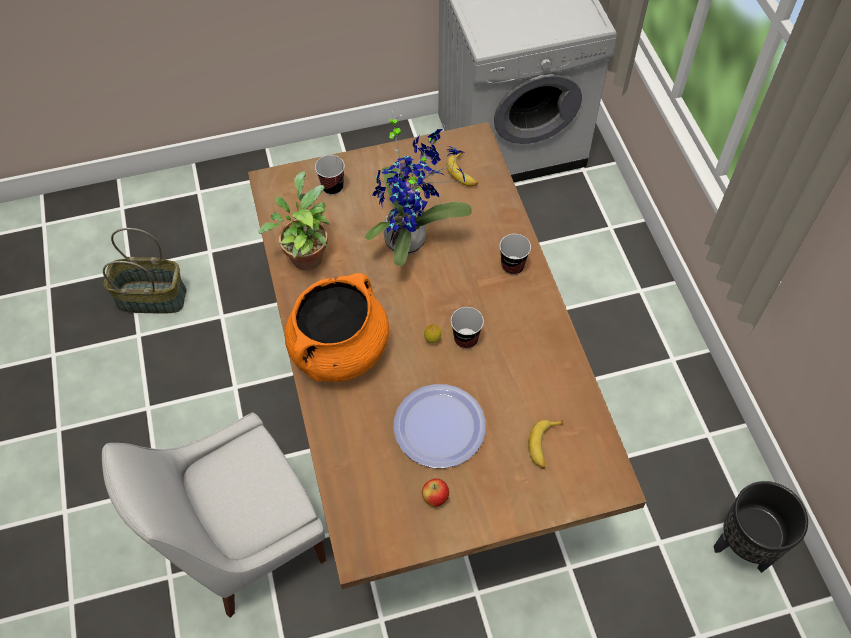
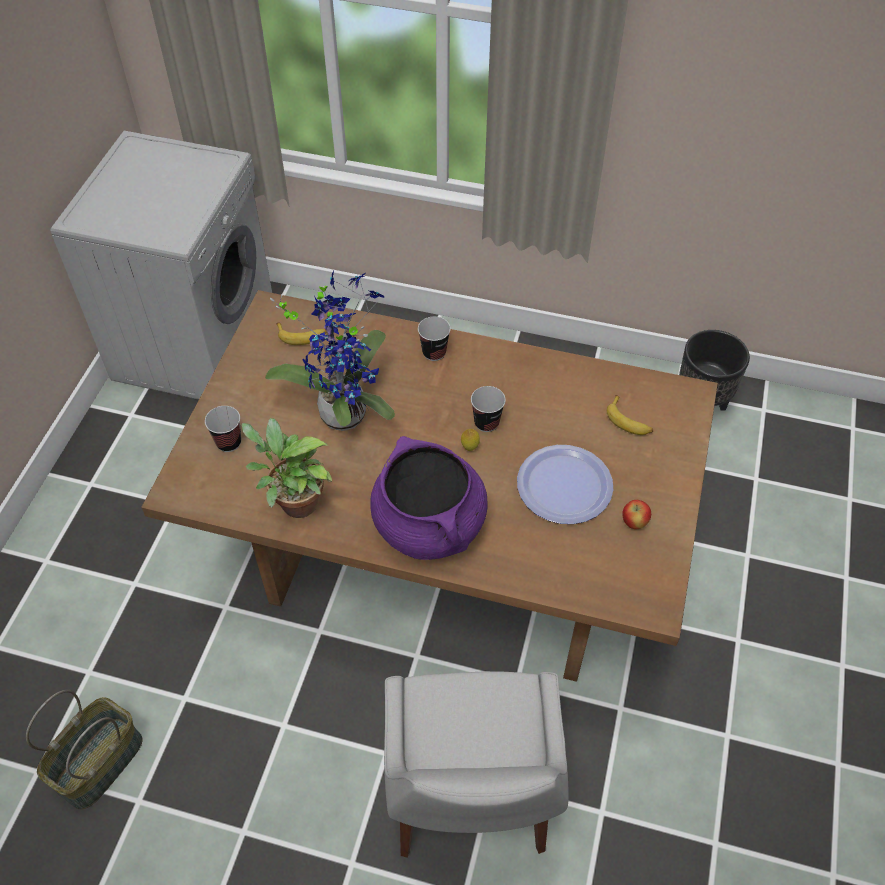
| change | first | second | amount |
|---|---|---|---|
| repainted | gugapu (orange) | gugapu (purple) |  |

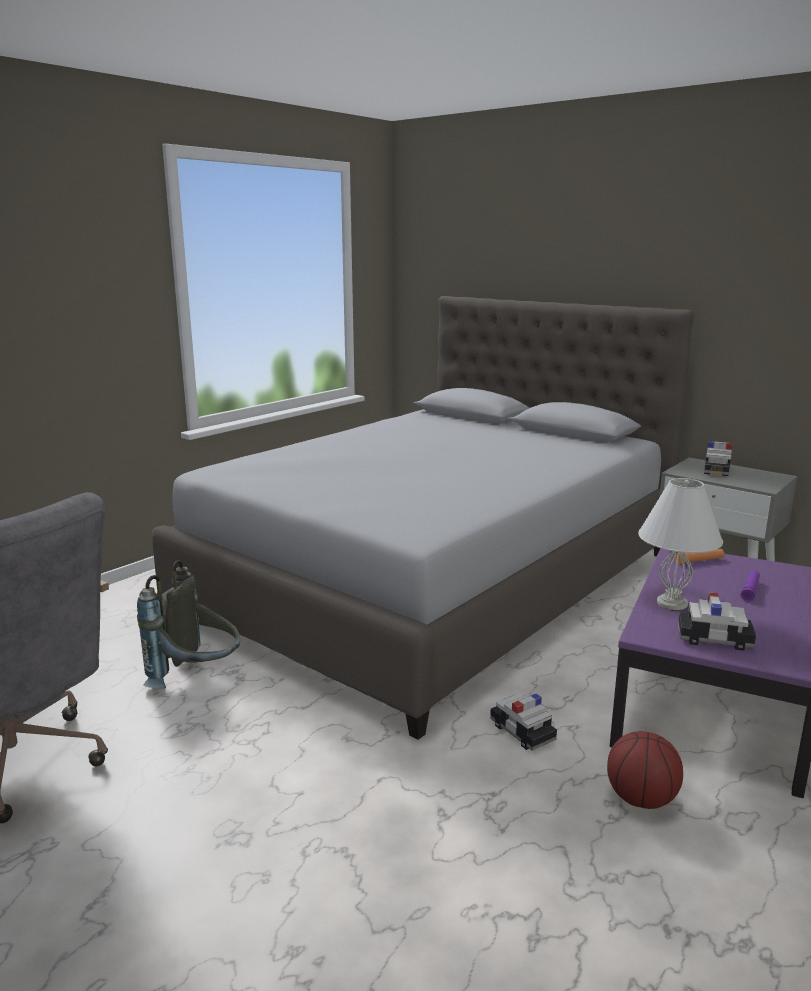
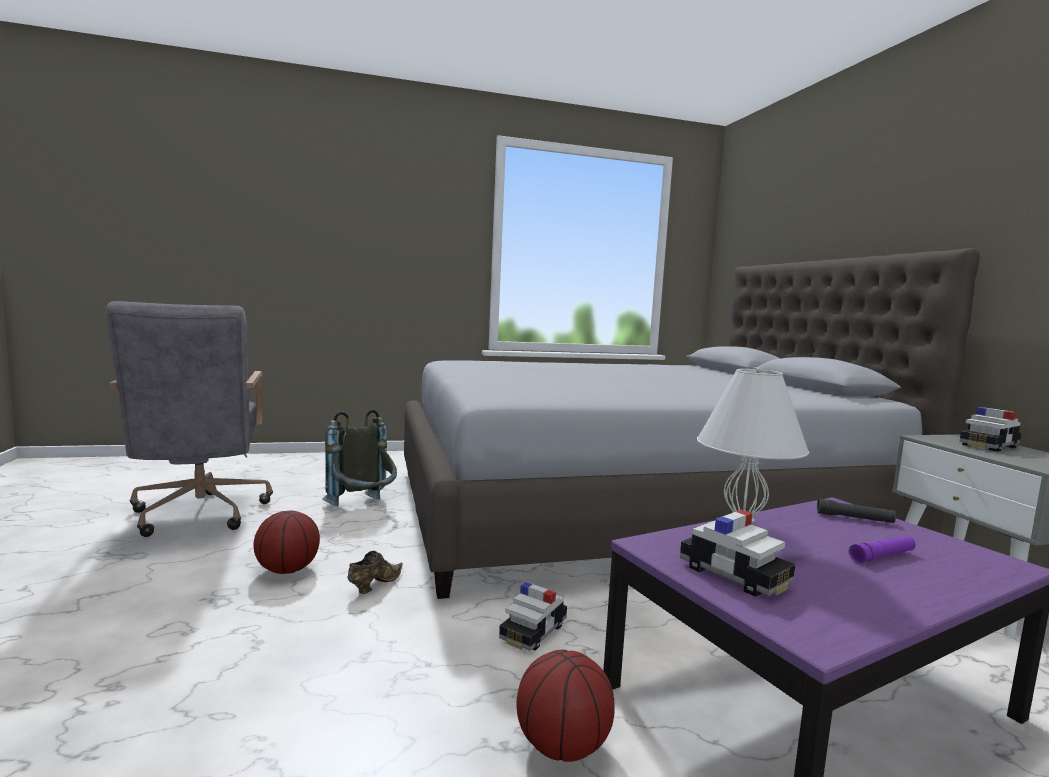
| change | first | second | amount |
|---|---|---|---|
| repainted | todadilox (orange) | todadilox (black) |  |
| rotated | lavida (no. 1 from left) |  | 150 degrees counterclockwise |
| new |  | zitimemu (no. 1 from left) |  |
| new |  | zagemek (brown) |  |

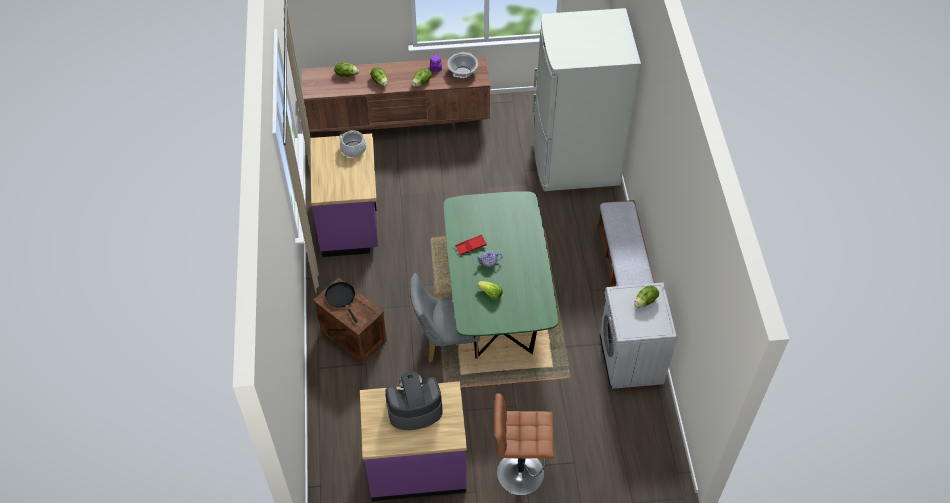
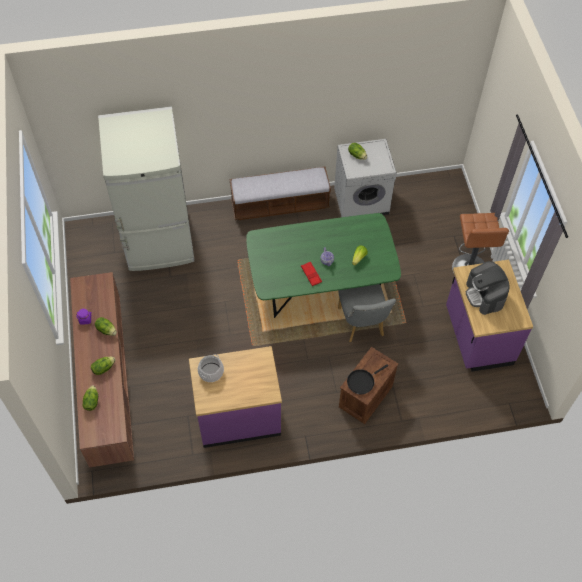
| change | first | second | amount |
|---|---|---|---|
| gone | gugapu (no. 2 from left) |  |  |

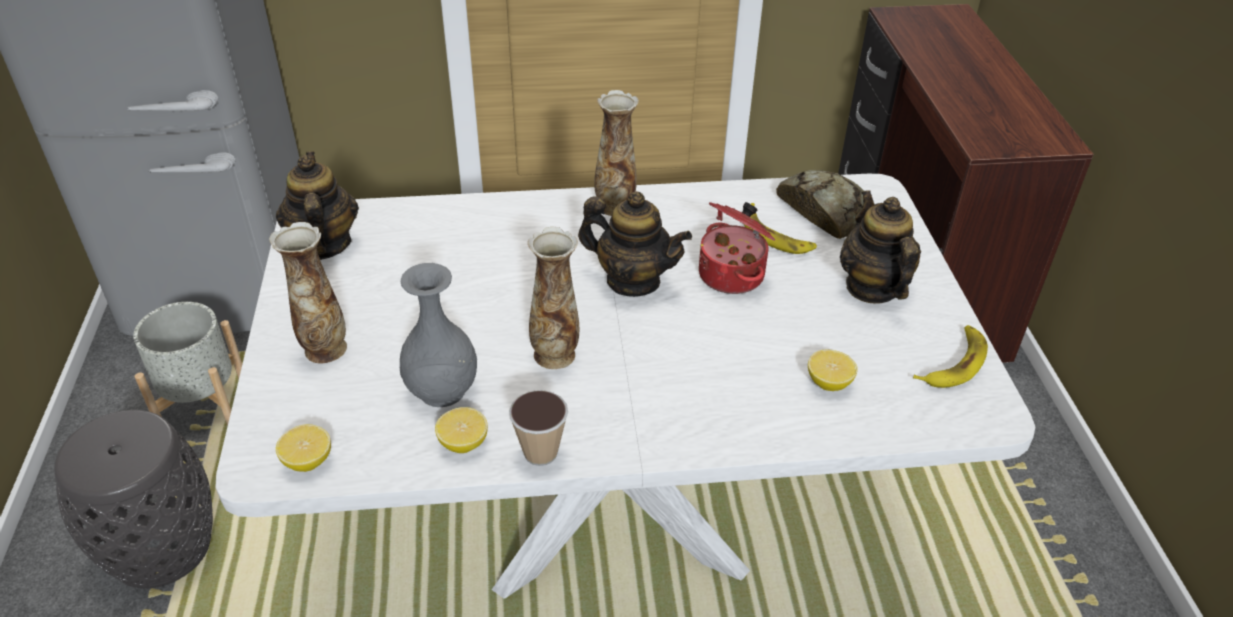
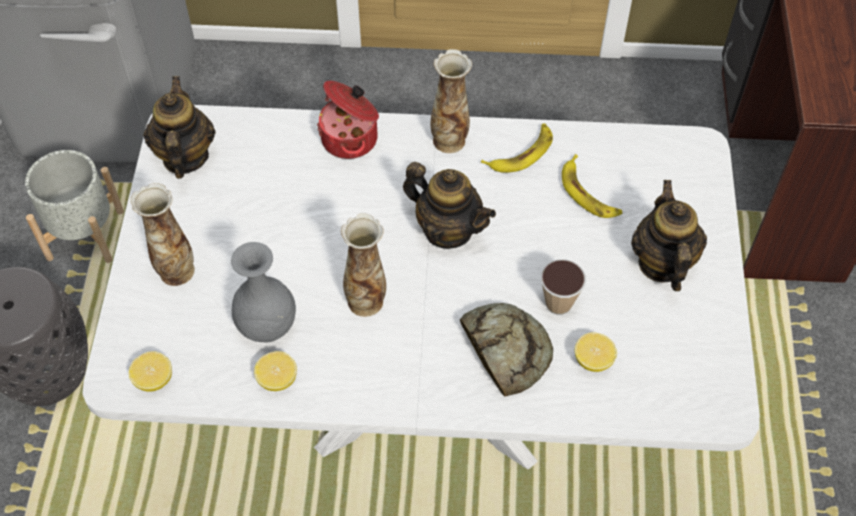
| change | first | second | amount |
|---|---|---|---|
| shifted | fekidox |  |  |
| shifted | gugapu |  |  |
| shifted | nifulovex (no. 2 from left in the first image) | nifulovex (no. 1 from left) |  |
| shifted | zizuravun |  |  |

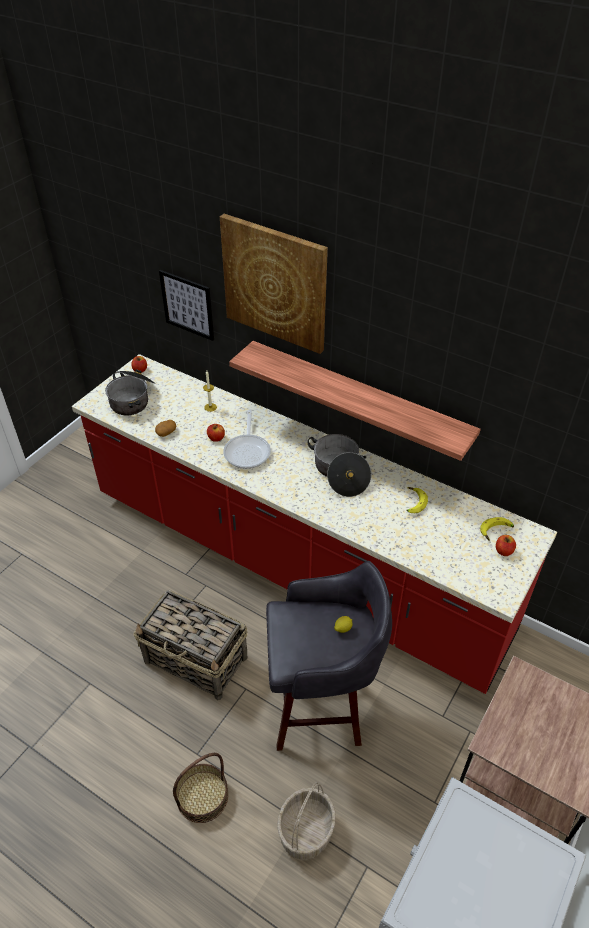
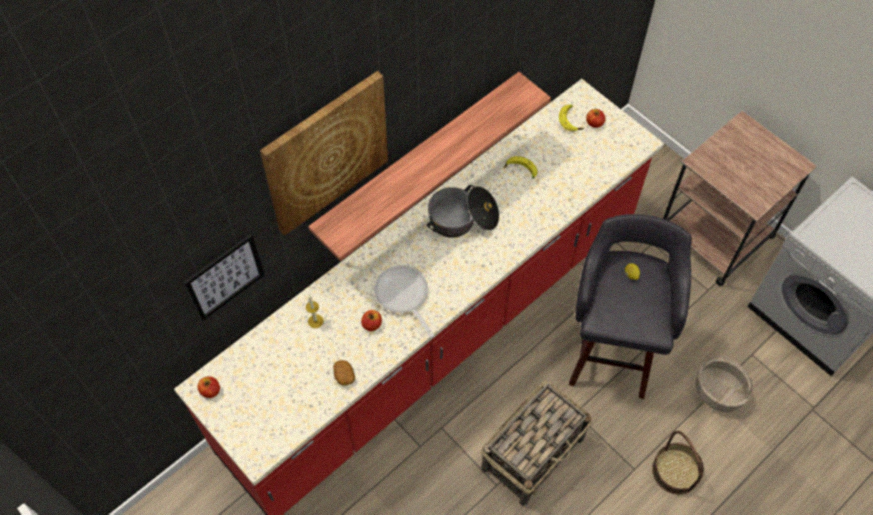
| change | first | second | amount |
|---|---|---|---|
| gone | gugapu (no. 1 from left) |  |  |
| rotated | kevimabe |  | 135 degrees counterclockwise |

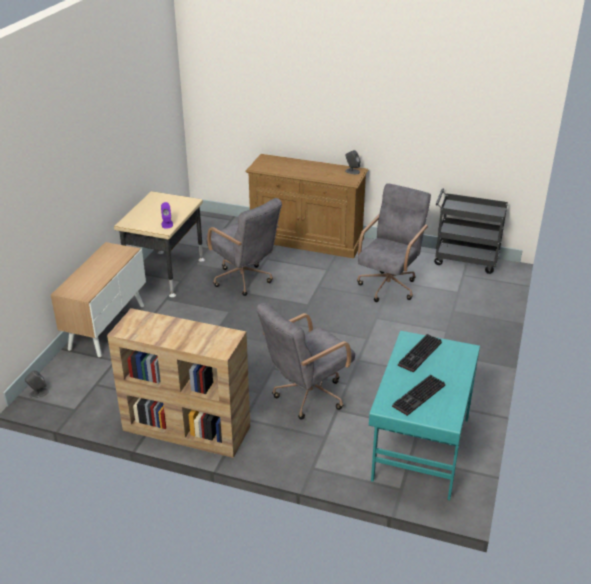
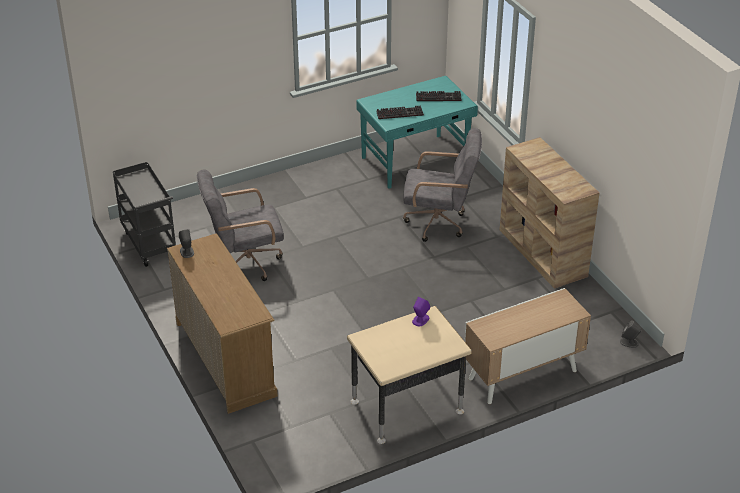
| change | first | second | amount |
|---|---|---|---|
| gone | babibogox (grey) (no. 1 from left) |  |  |

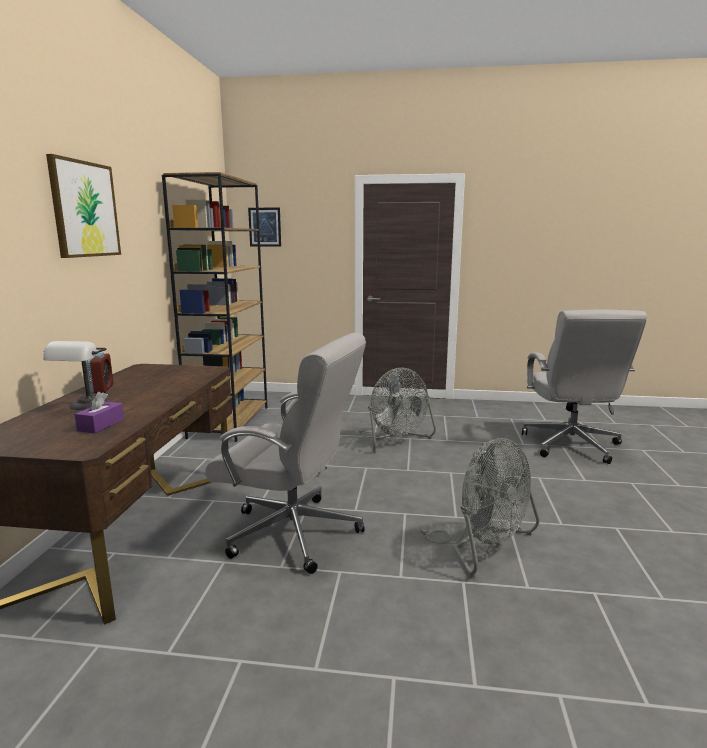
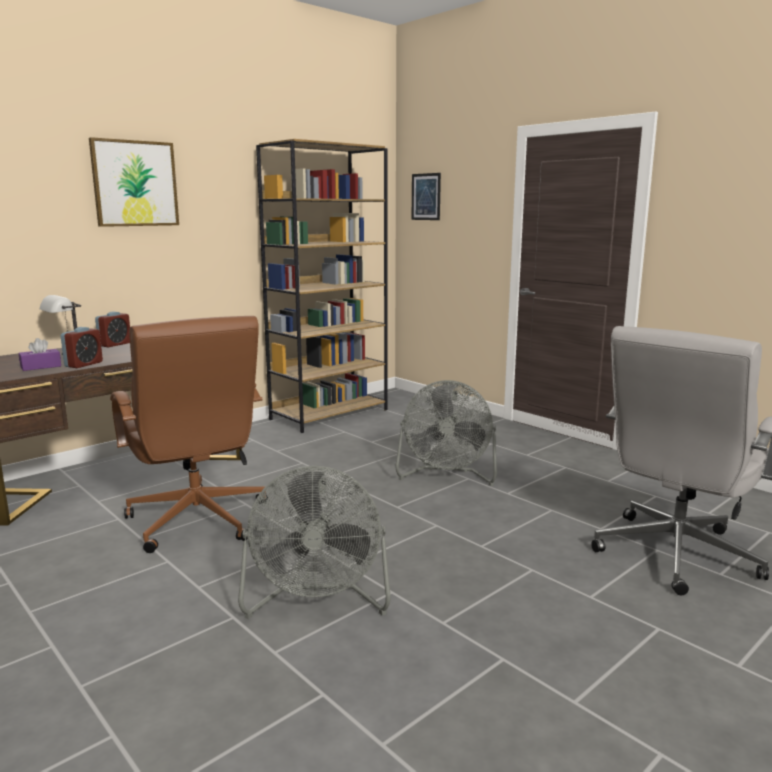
| change | first | second | amount |
|---|---|---|---|
| repainted | babibogox (grey) (no. 1 from left) | babibogox (brown) |  |
| new |  | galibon (no. 1 from left) |  |

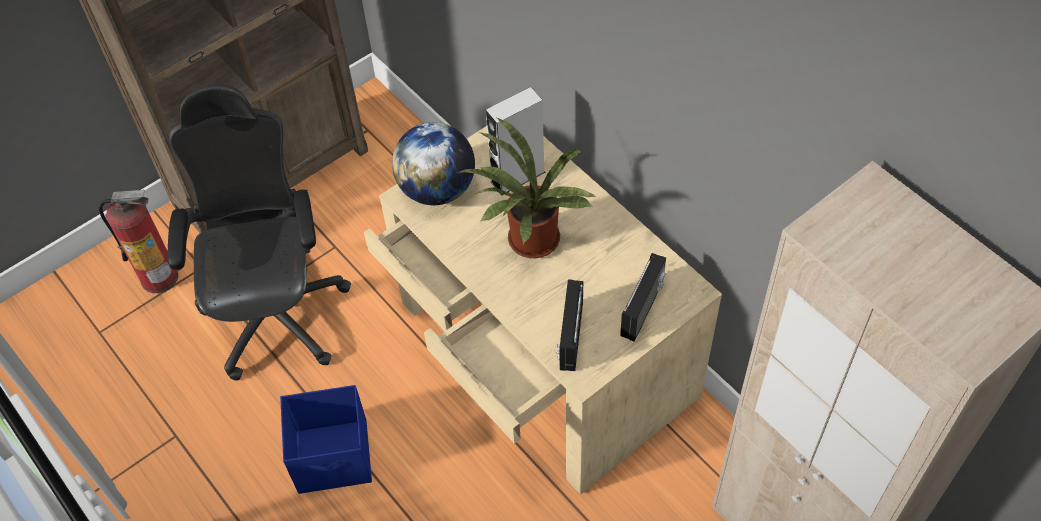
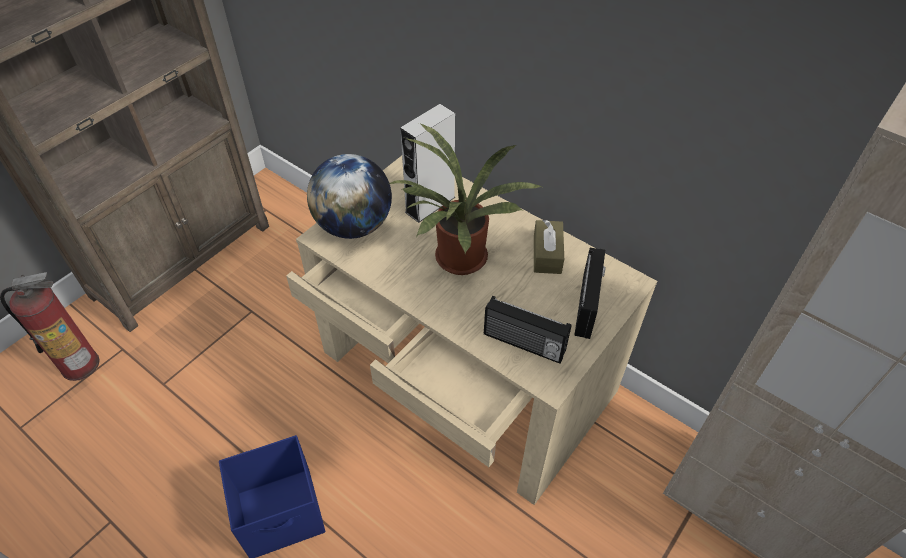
| change | first | second | amount |
|---|---|---|---|
| gone | babibogox |  |  |
| rotated | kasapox (no. 1 from left) |  | 60 degrees counterclockwise |
| new |  | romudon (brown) |  |

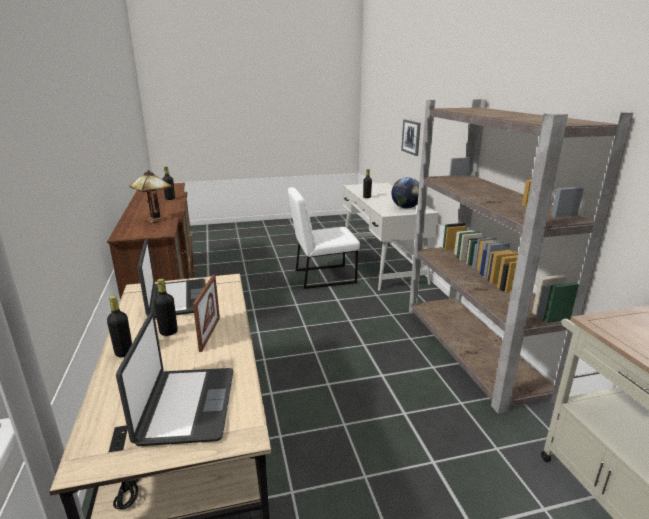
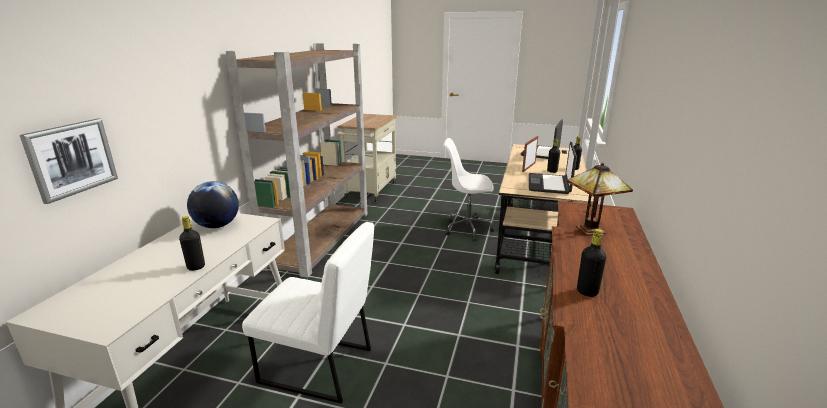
| change | first | second | amount |
|---|---|---|---|
| new |  | babibogox (white) |  |

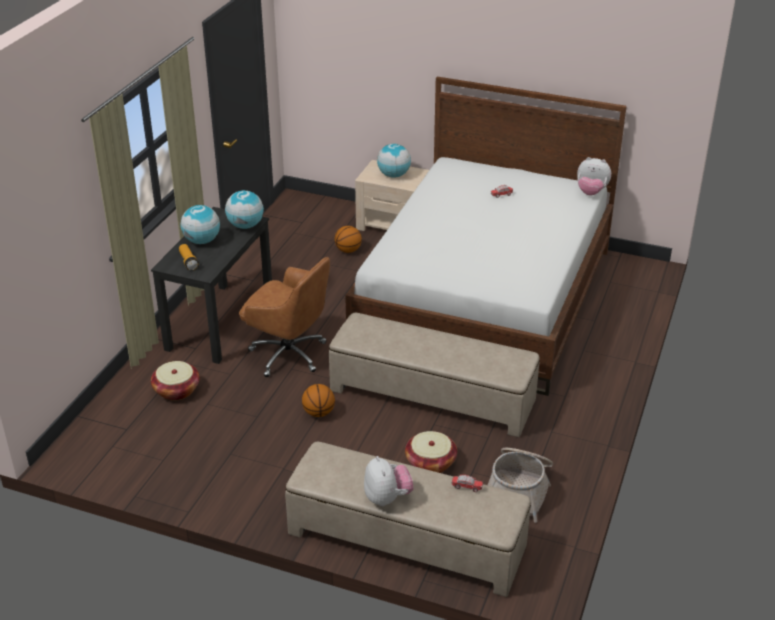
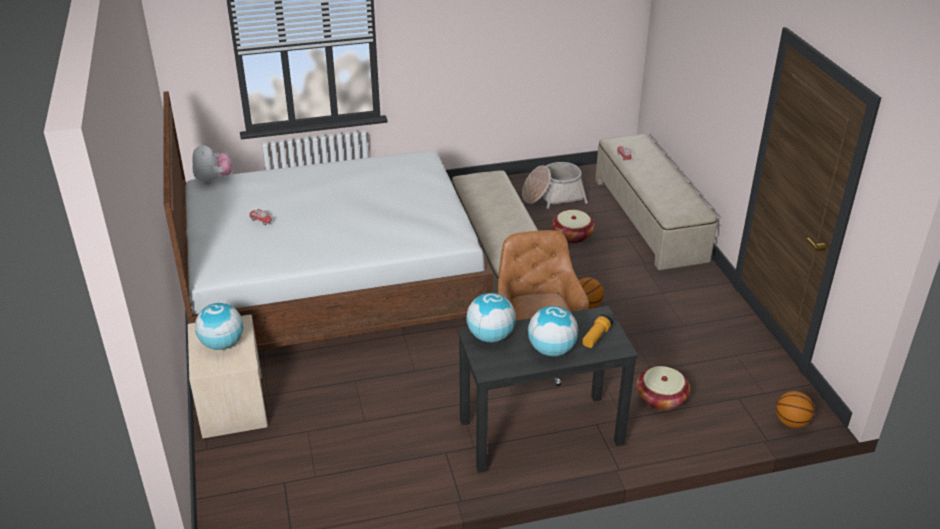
| change | first | second | amount |
|---|---|---|---|
| shifted | zitimemu (no. 2 from left) |  |  |
| gone | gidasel (no. 1 from left) |  |  |

